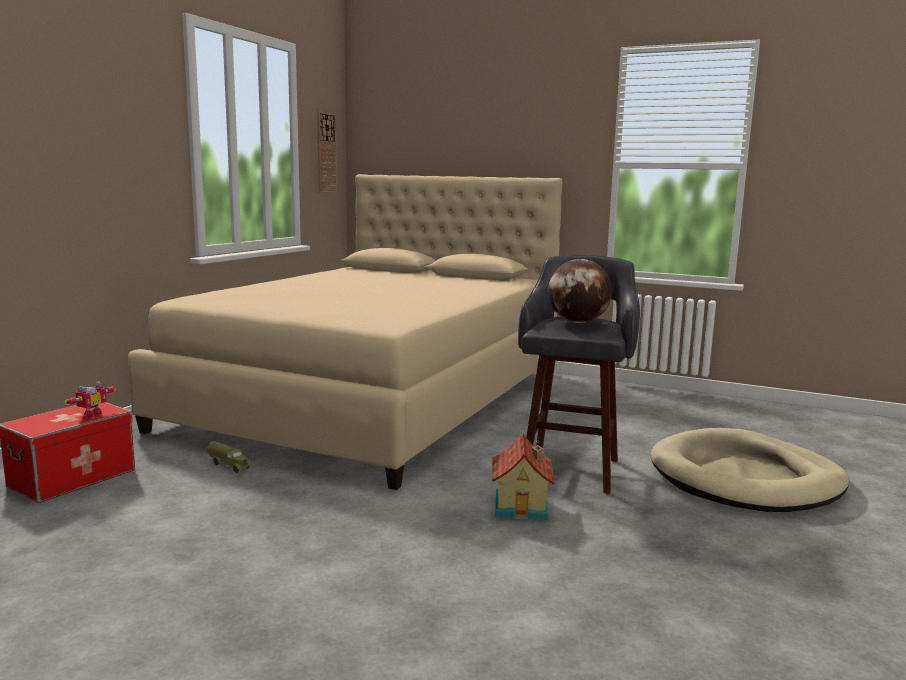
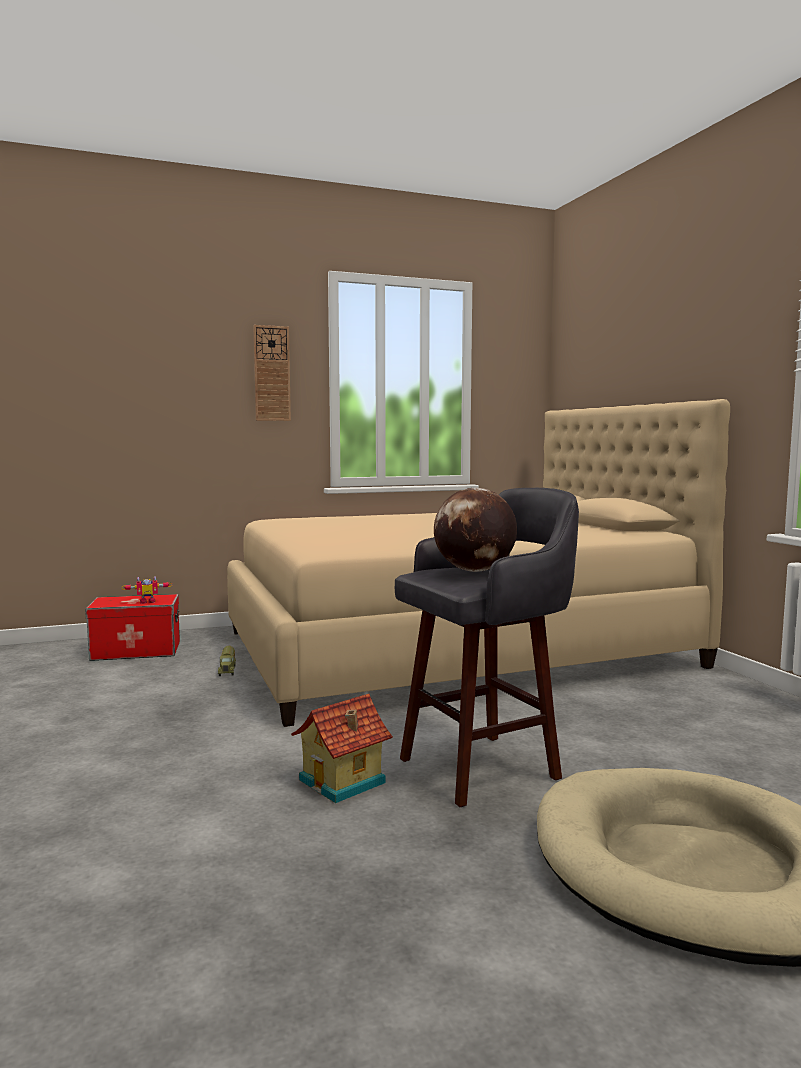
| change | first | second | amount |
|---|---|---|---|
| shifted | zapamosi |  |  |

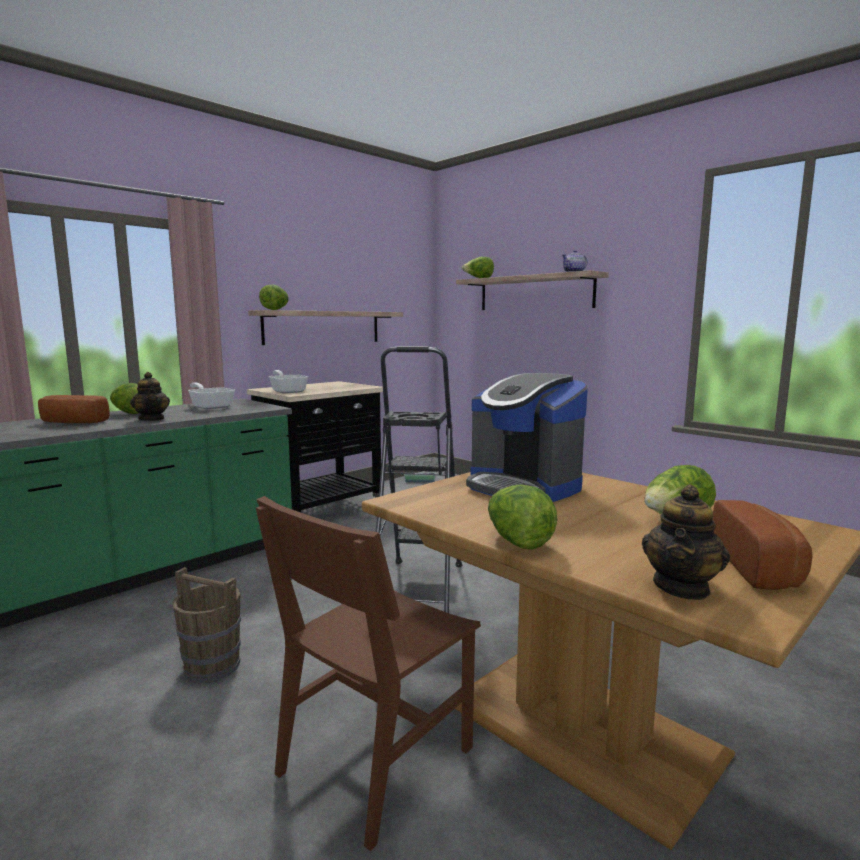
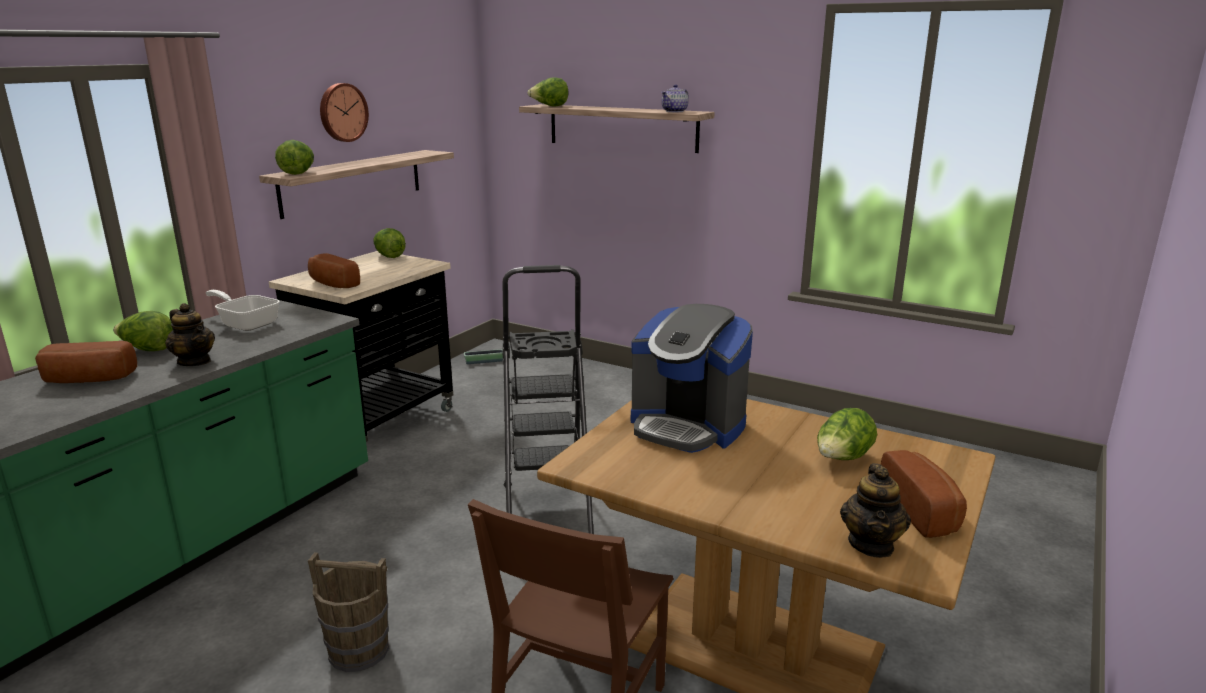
| change | first | second | amount |
|---|---|---|---|
| swapped | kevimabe (no. 2 from left) | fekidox (no. 2 from left) |  |
| shifted | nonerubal (no. 4 from left in the first image) | nonerubal (no. 3 from left) |  |
| new |  | zapamosi |  |

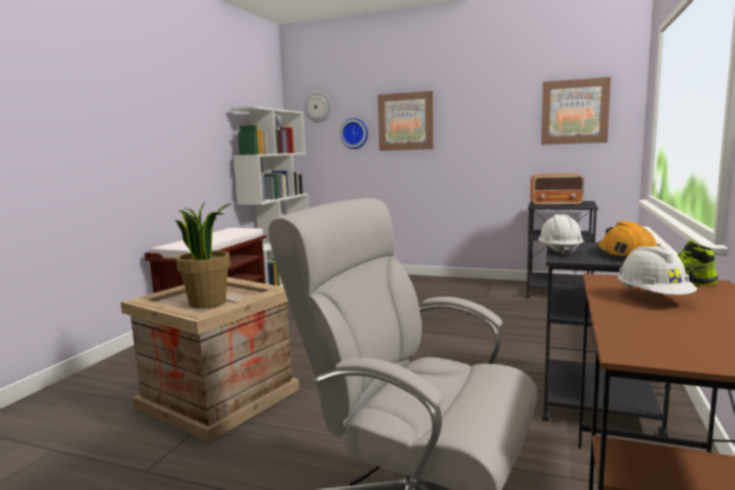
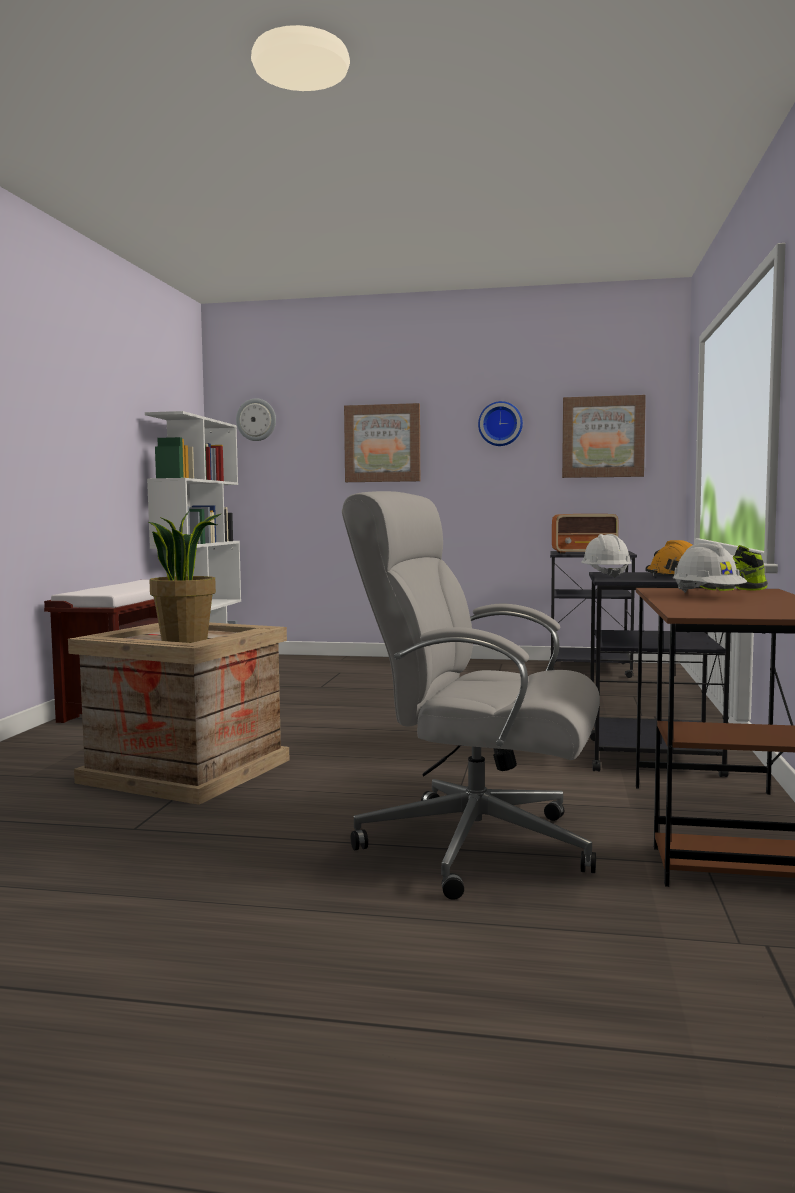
| change | first | second | amount |
|---|---|---|---|
| shifted | zapamosi (no. 2 from left) |  |  |

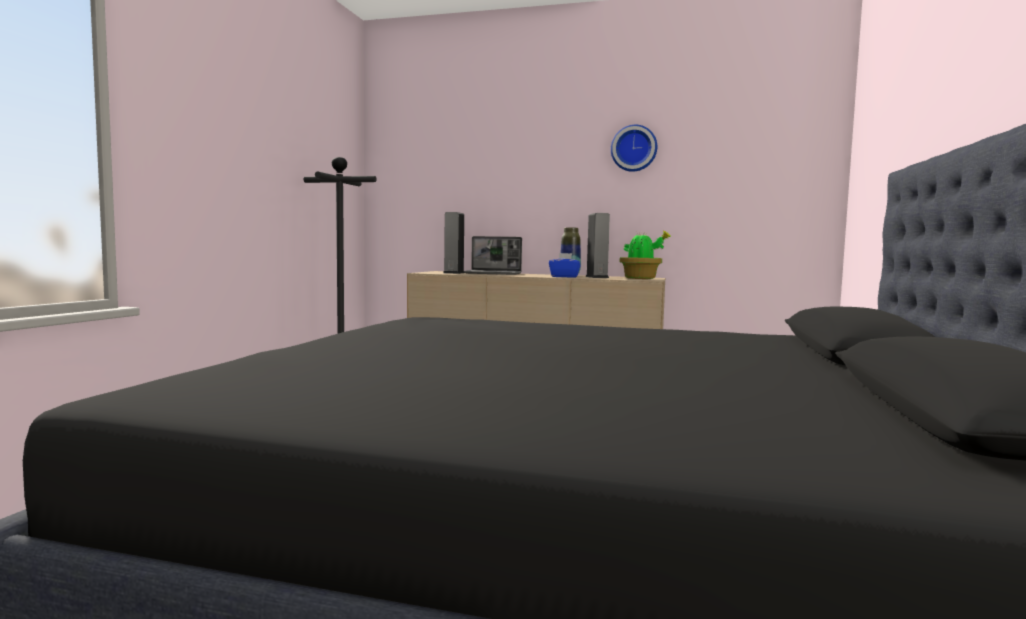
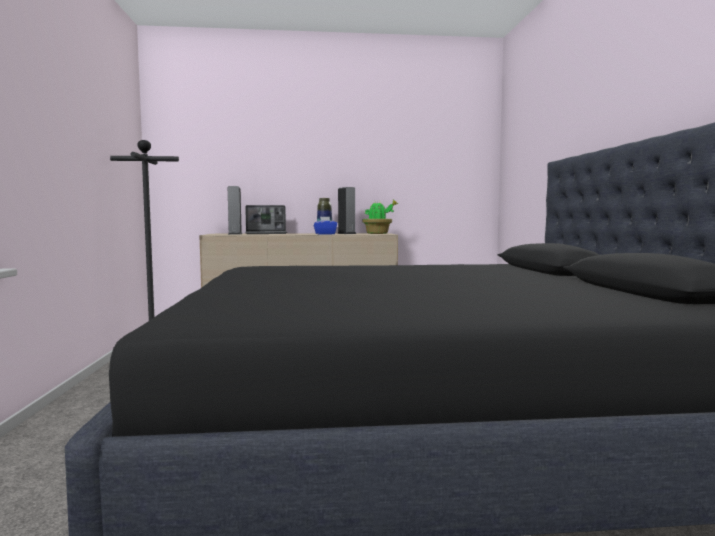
| change | first | second | amount |
|---|---|---|---|
| gone | zapamosi |  |  |

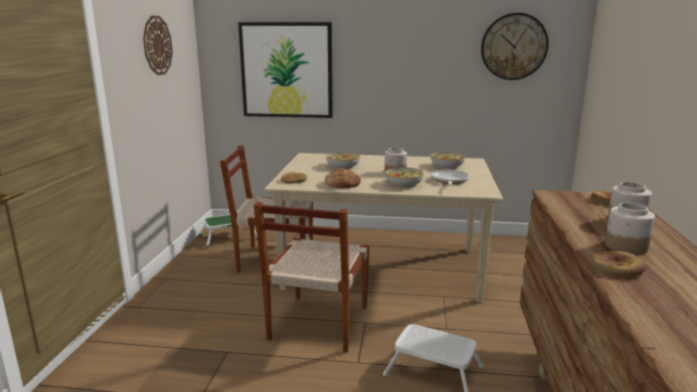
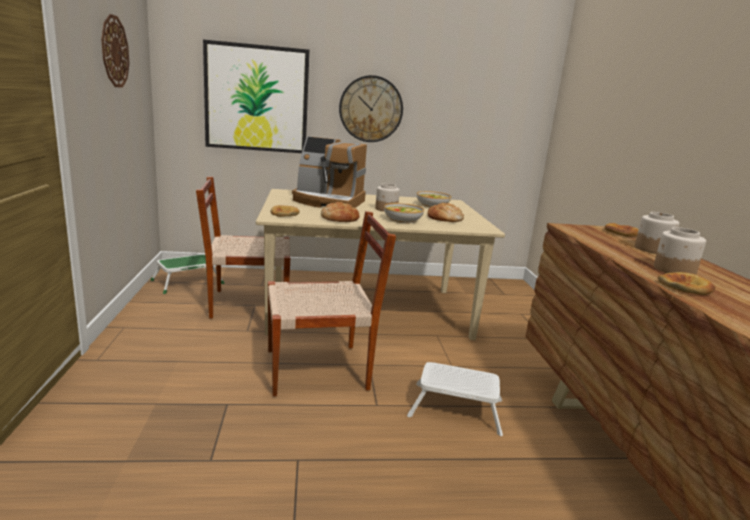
| change | first | second | amount |
|---|---|---|---|
| shifted | zapamosi (no. 2 from left) |  |  |
| swapped | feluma (no. 1 from left) | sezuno |  |
| swapped | kevimabe | fekidox (no. 3 from left) |  |
| rotated | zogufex (no. 2 from left) |  | 105 degrees counterclockwise |

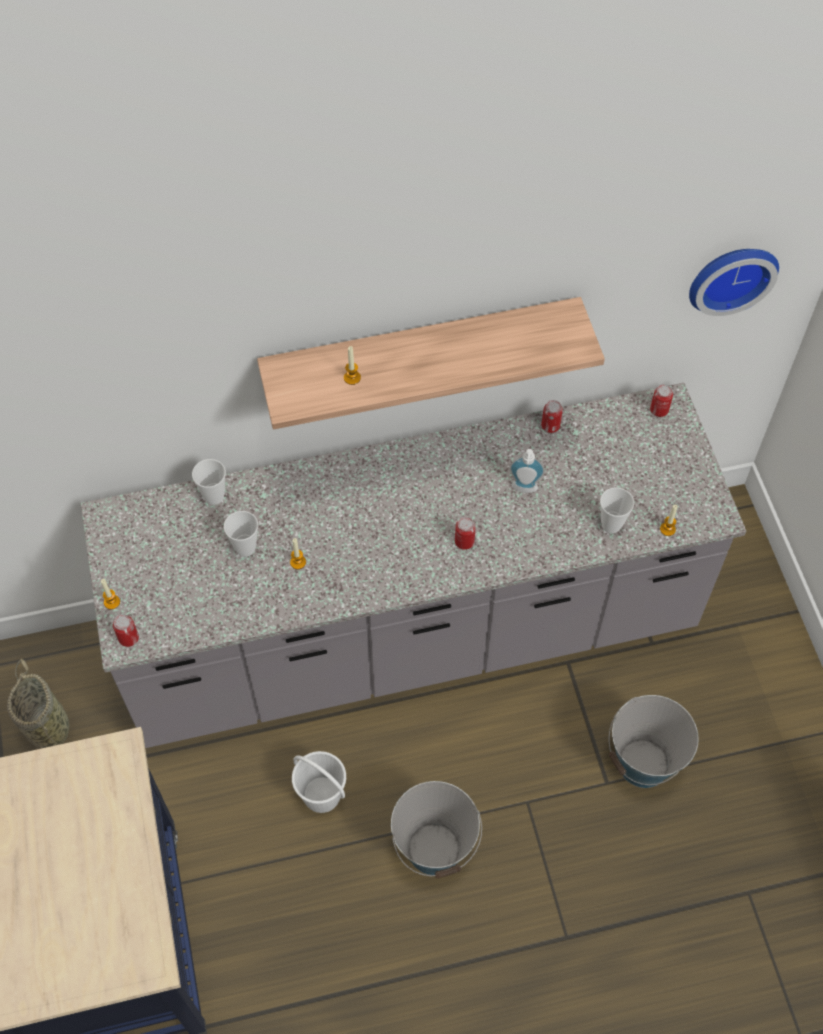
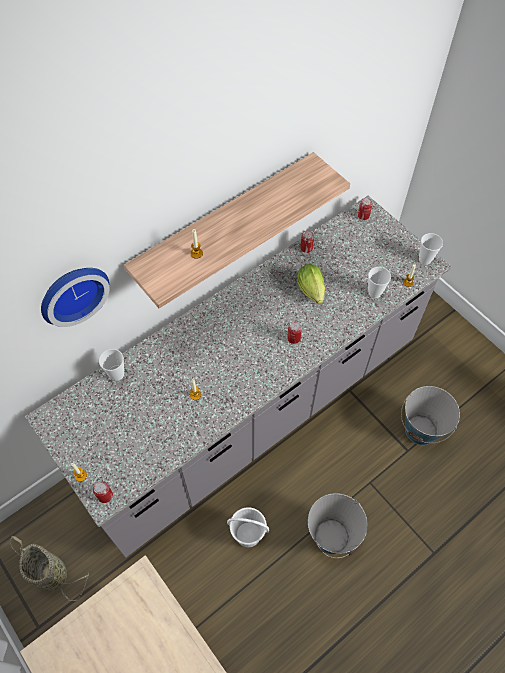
| change | first | second | amount |
|---|---|---|---|
| shifted | zapamosi |  |  |
| swapped | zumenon | nonerubal |  |
| shifted | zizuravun (no. 2 from left in the first image) | zizuravun (no. 3 from left) |  |

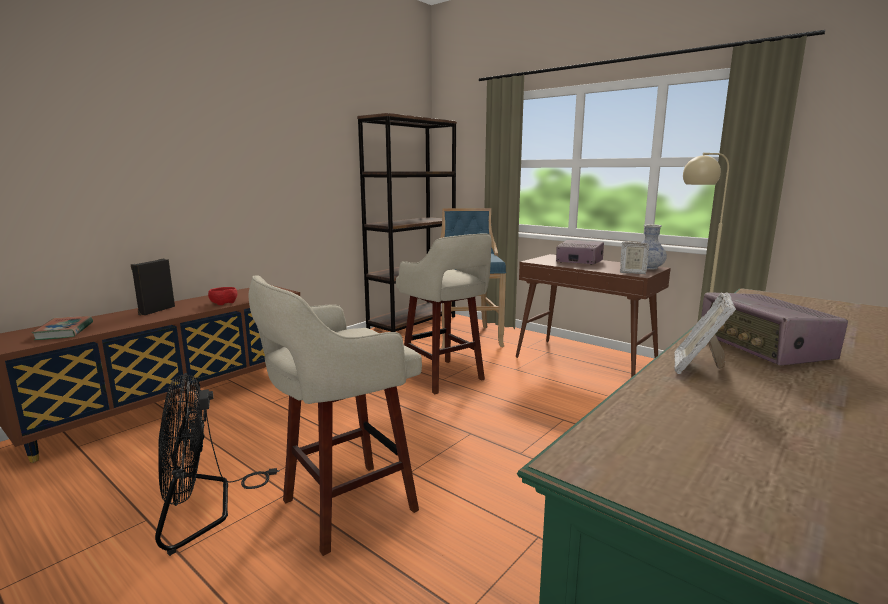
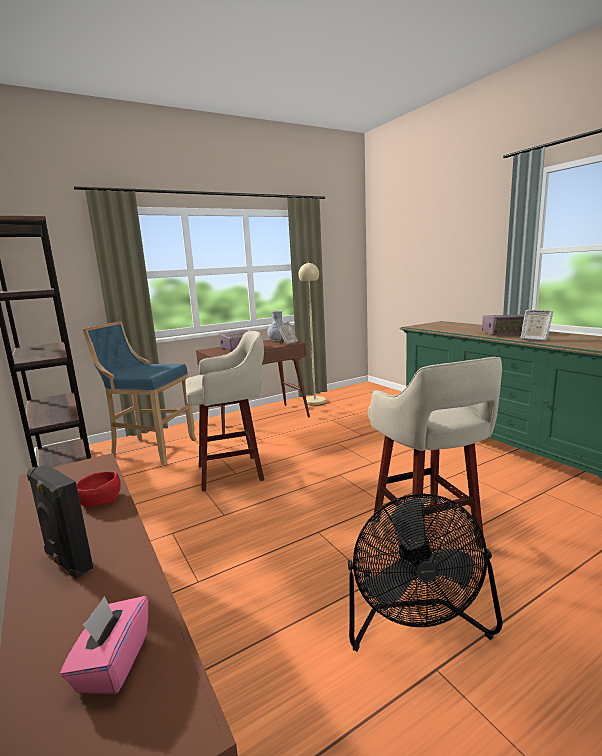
| change | first | second | amount |
|---|---|---|---|
| swapped | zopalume | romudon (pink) |  |

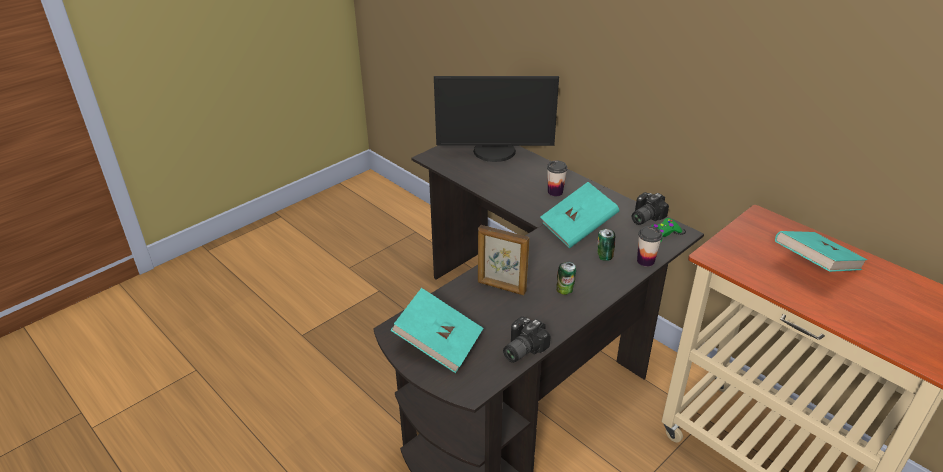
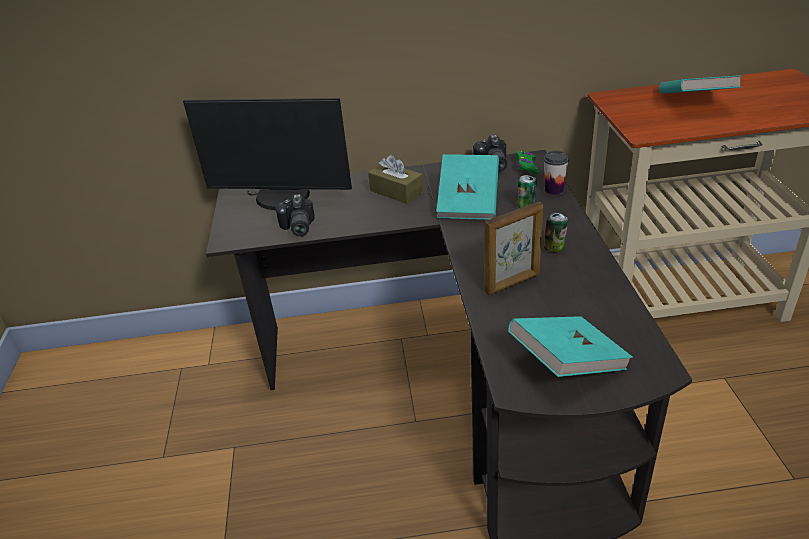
| change | first | second | amount |
|---|---|---|---|
| rotated | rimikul |  | 60 degrees clockwise |
| swapped | zizuravun (no. 1 from left) | romudon (brown) |  |
| shifted | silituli (no. 1 from left) |  |  |

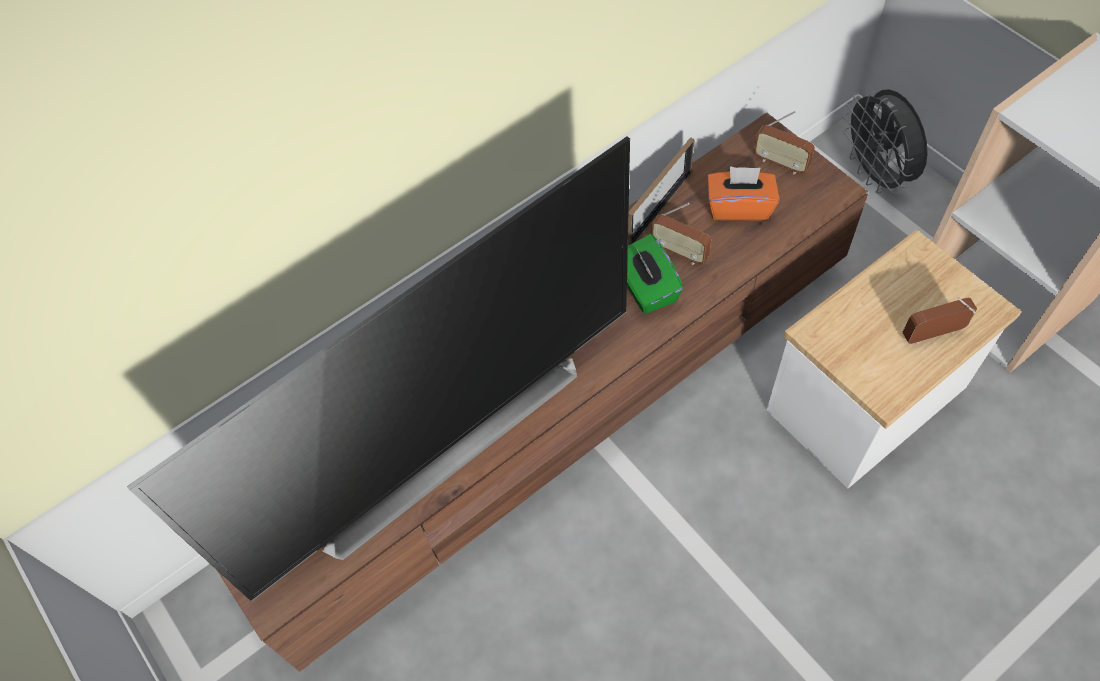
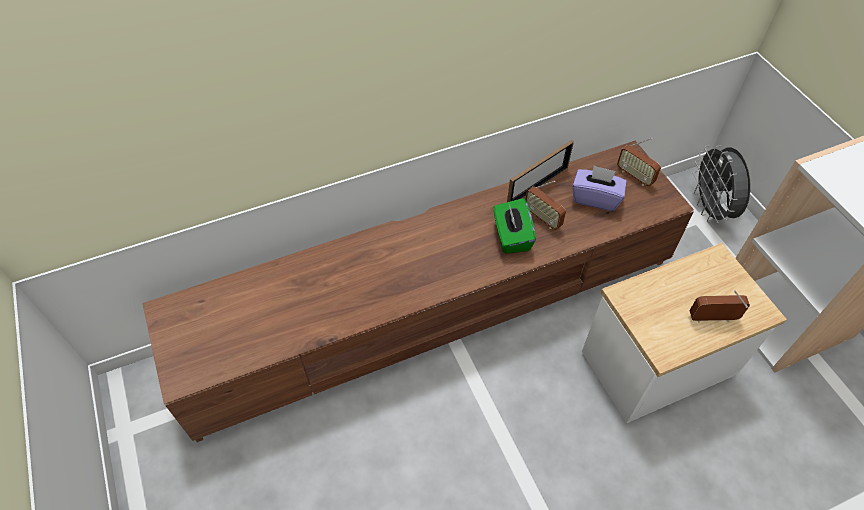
| change | first | second | amount |
|---|---|---|---|
| gone | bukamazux |  |  |
| repainted | romudon (orange) | romudon (purple) |  |

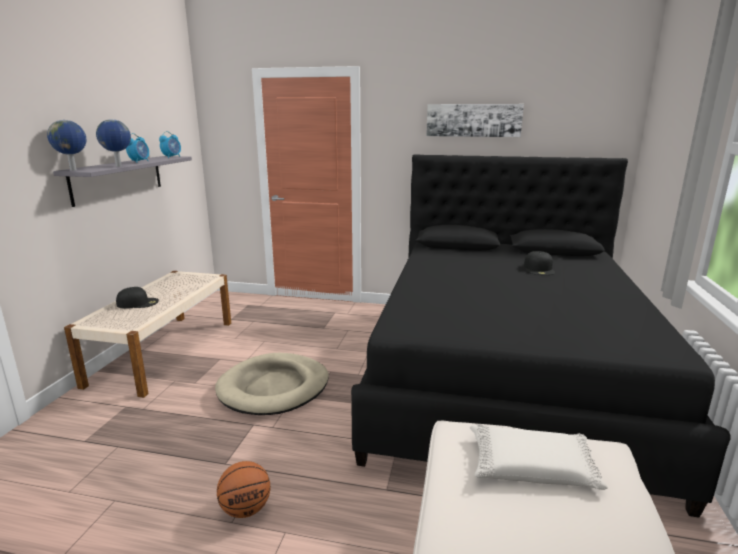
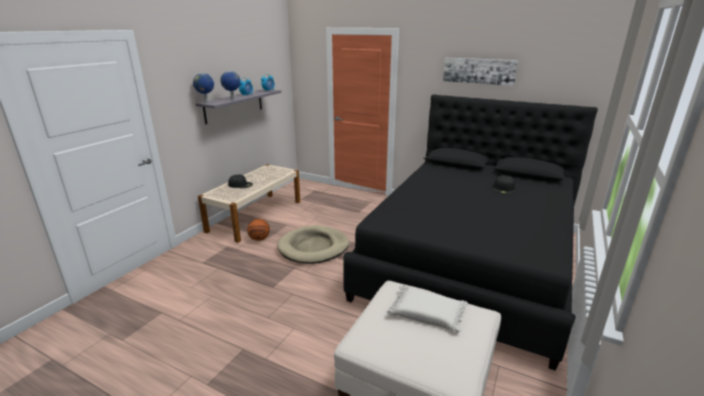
| change | first | second | amount |
|---|---|---|---|
| shifted | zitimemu |  |  |

